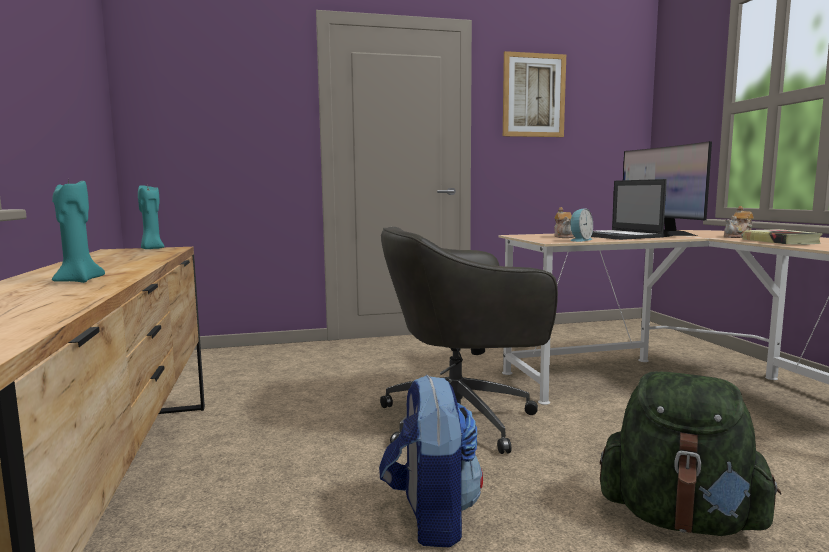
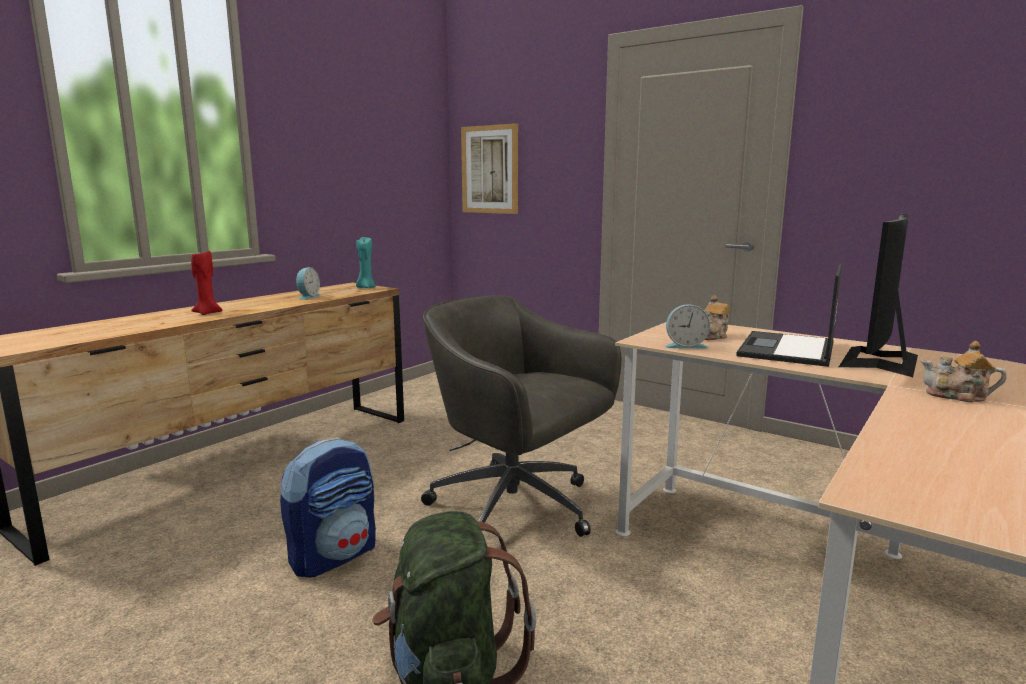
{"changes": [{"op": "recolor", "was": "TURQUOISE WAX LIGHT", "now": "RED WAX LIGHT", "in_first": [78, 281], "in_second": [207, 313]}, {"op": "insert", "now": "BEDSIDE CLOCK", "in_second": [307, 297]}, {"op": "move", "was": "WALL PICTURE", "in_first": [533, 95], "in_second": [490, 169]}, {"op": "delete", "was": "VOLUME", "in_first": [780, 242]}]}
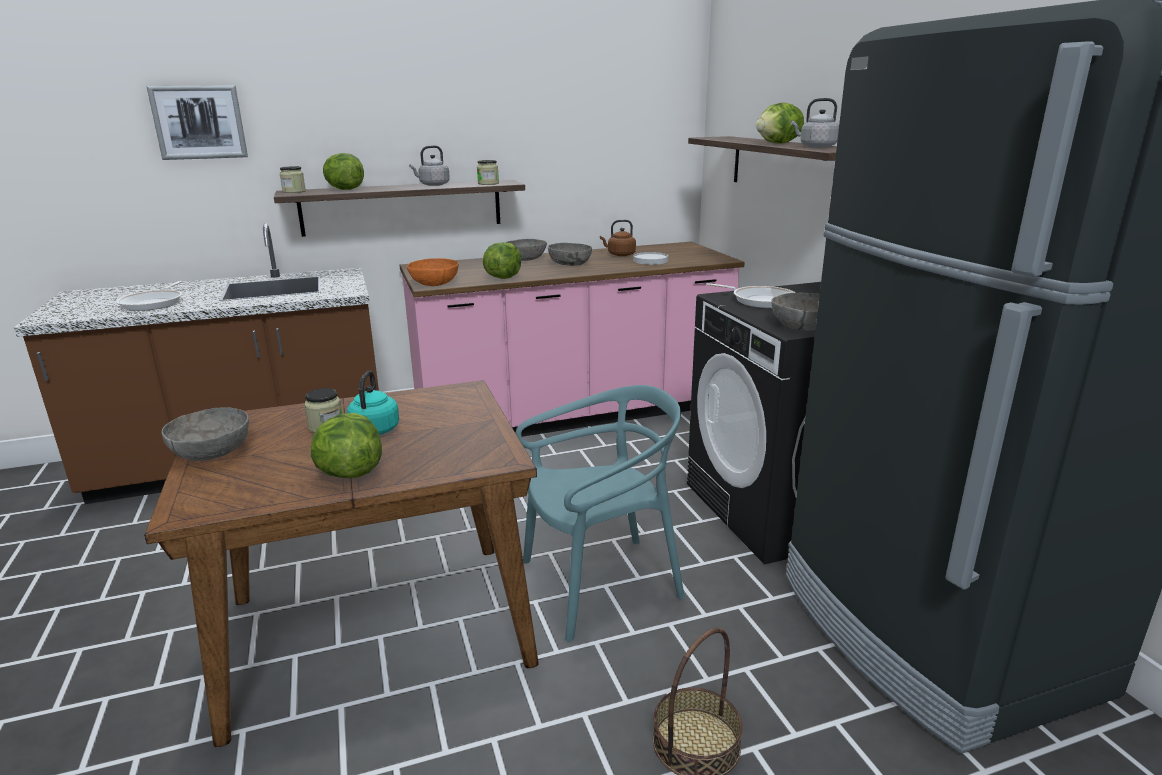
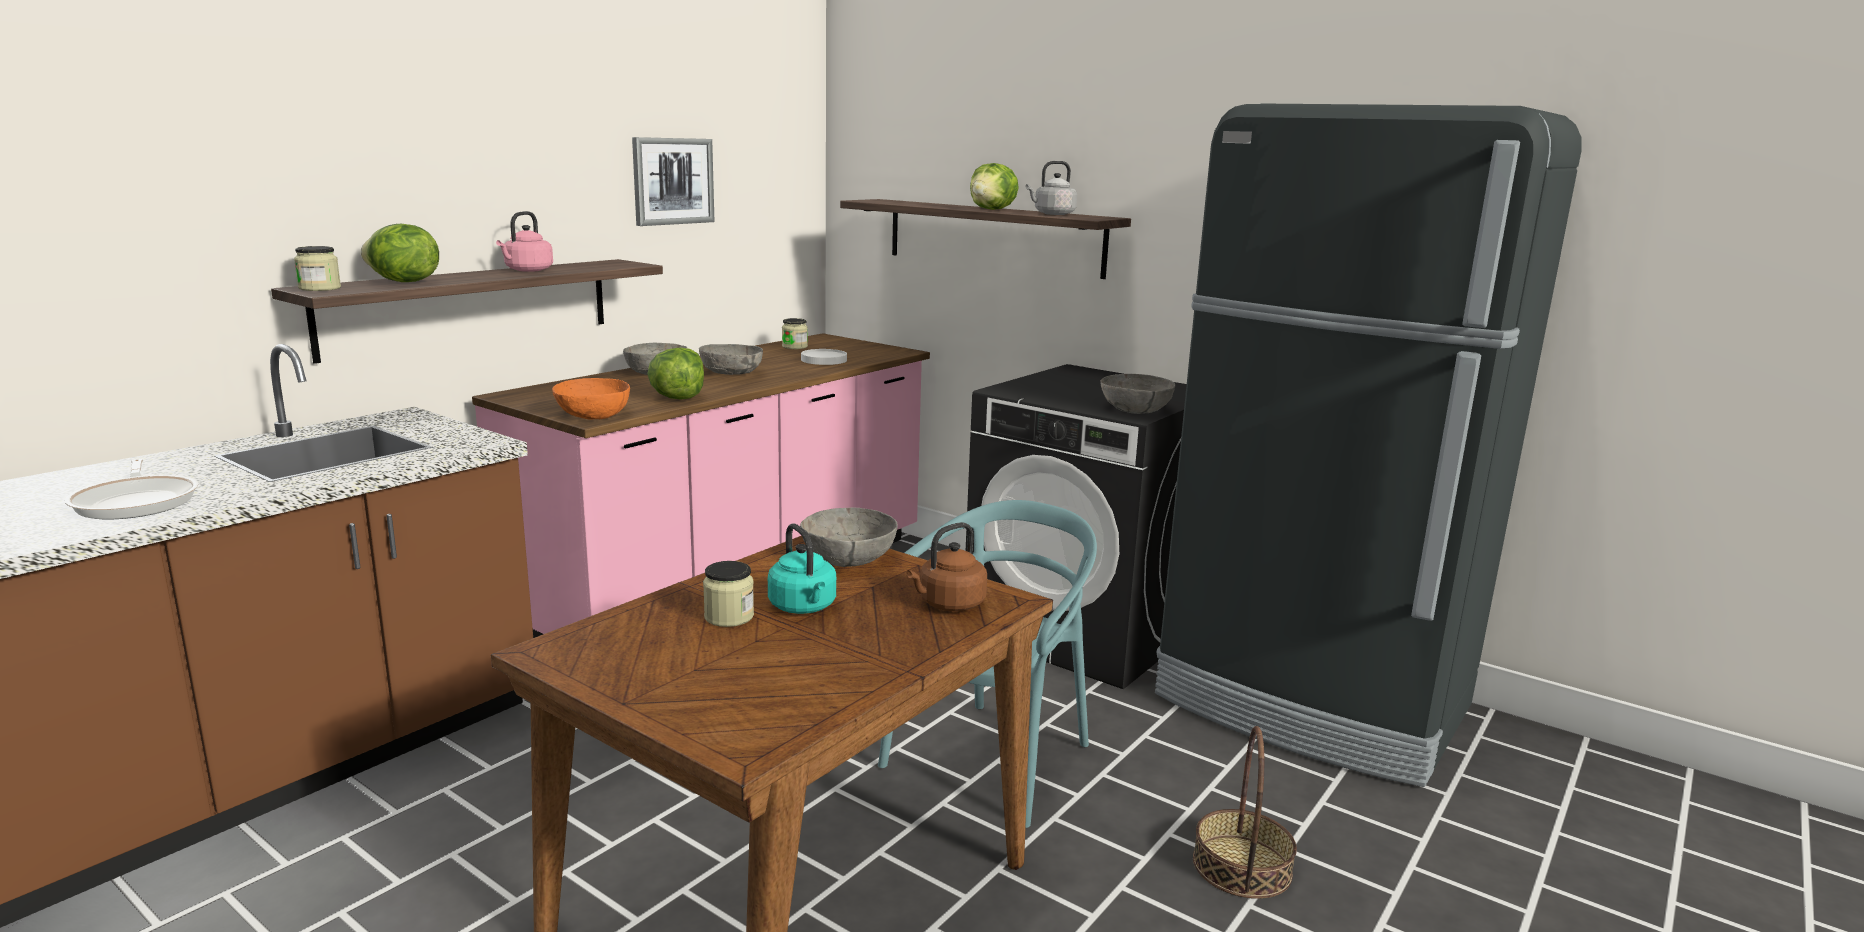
{"changes": [{"op": "recolor", "was": "GREYISH TEA KETTLE", "now": "PINK-COLOURED TEA KETTLE", "in_first": [433, 185], "in_second": [527, 270]}, {"op": "move", "was": "WALL PICTURE", "in_first": [199, 122], "in_second": [672, 181]}, {"op": "move", "was": "STORAGE JAR", "in_first": [488, 183], "in_second": [794, 347]}, {"op": "move", "was": "GREYISH SERVING BOWL", "in_first": [211, 451], "in_second": [848, 558]}, {"op": "move", "was": "BROWN TEA KETTLE", "in_first": [620, 255], "in_second": [948, 604]}, {"op": "delete", "was": "LETTUCE HEAD", "in_first": [349, 473]}, {"op": "delete", "was": "SKILLET", "in_first": [760, 300]}]}
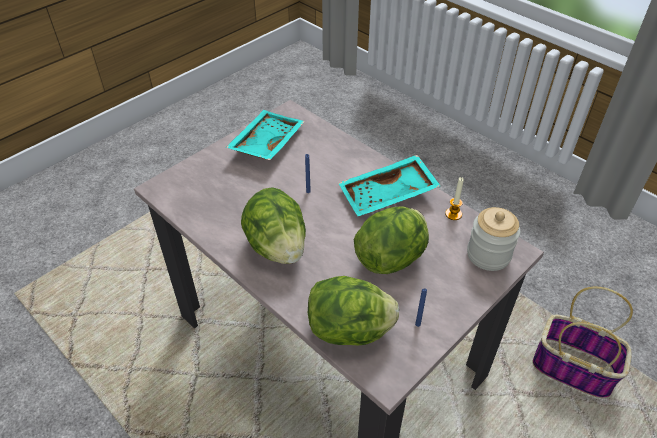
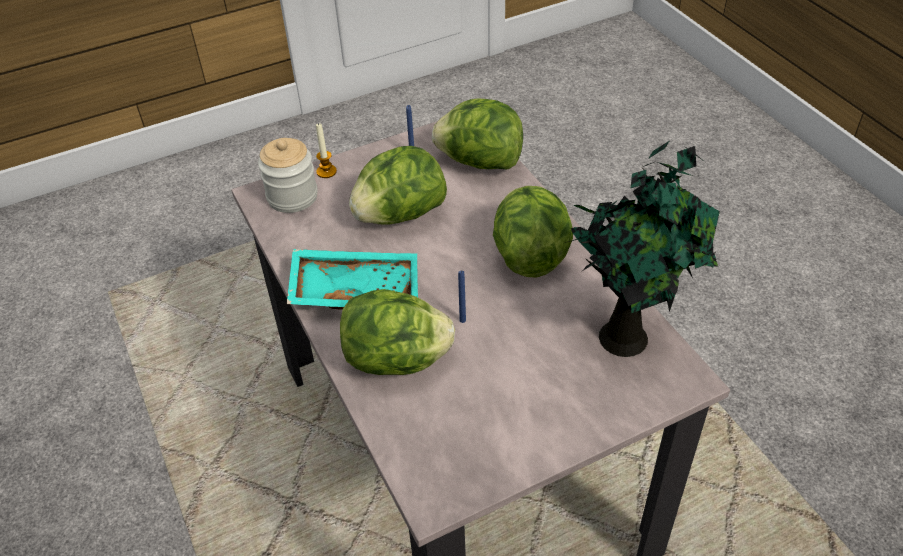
{"changes": [{"op": "move", "was": "WAX LIGHT", "in_first": [453, 214], "in_second": [326, 171]}, {"op": "insert", "now": "LETTUCE HEAD", "in_second": [397, 360]}, {"op": "insert", "now": "PLANT IN A POT", "in_second": [627, 335]}, {"op": "delete", "was": "TURQUOISE CARRYING TRAY", "in_first": [266, 143]}, {"op": "delete", "was": "HOUSEHOLD BASKET", "in_first": [574, 369]}]}
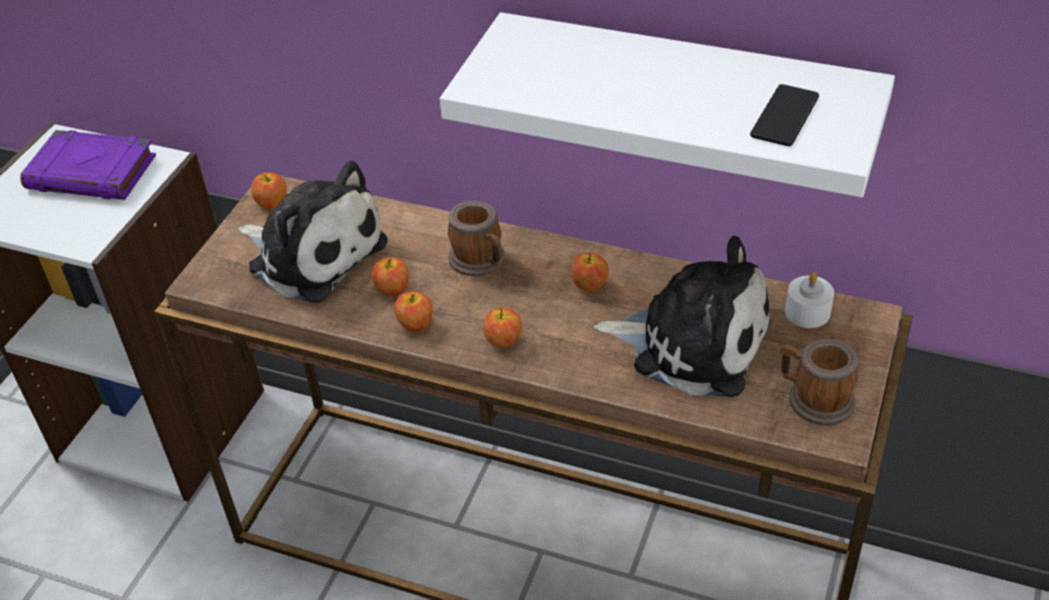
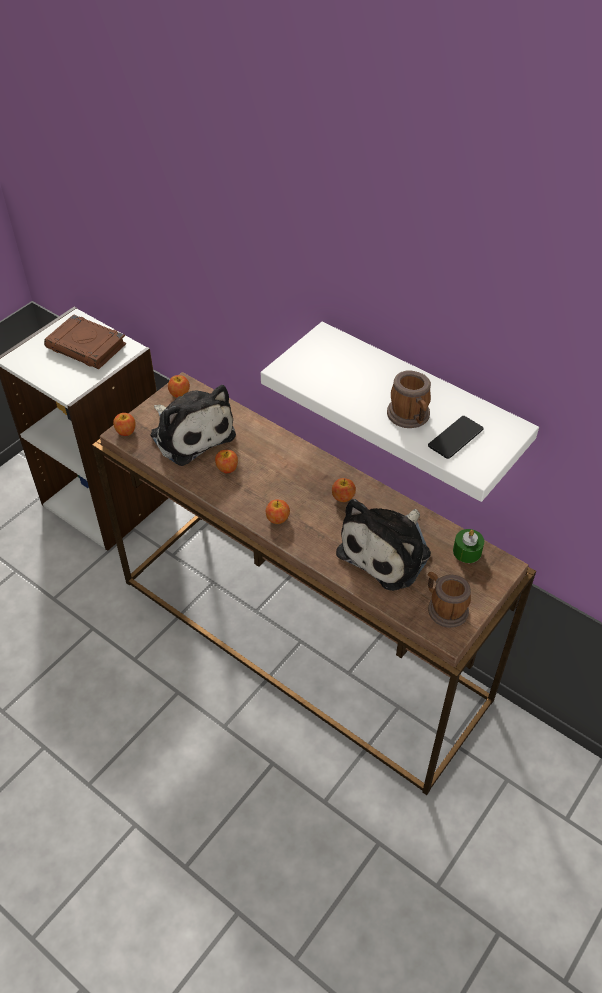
{"changes": [{"op": "recolor", "was": "PURPLISH VOLUME", "now": "BROWN VOLUME", "in_first": [93, 173], "in_second": [87, 346]}, {"op": "move", "was": "APPLE FRUIT", "in_first": [415, 323], "in_second": [126, 431]}, {"op": "rotate", "was": "PLUSH TOY", "in_first": [692, 342], "in_second": [388, 551], "clockwise": 90}, {"op": "move", "was": "COFFEE MUG", "in_first": [481, 261], "in_second": [410, 417]}, {"op": "recolor", "was": "WHITISH WAX LIGHT", "now": "GREENISH WAX LIGHT", "in_first": [807, 312], "in_second": [467, 551]}]}
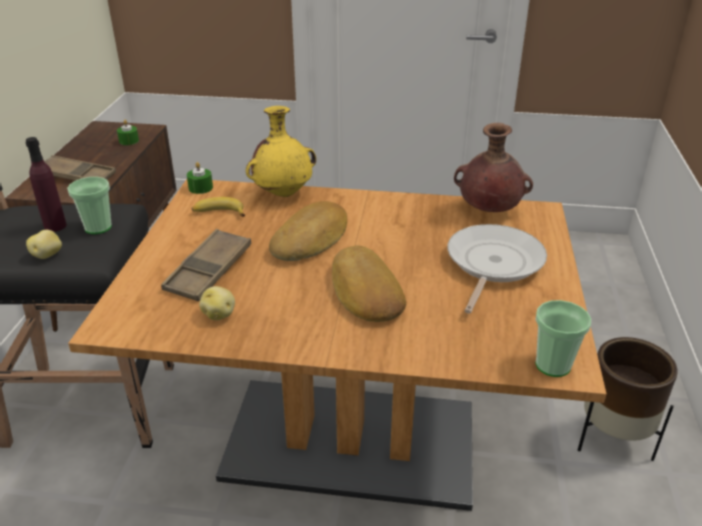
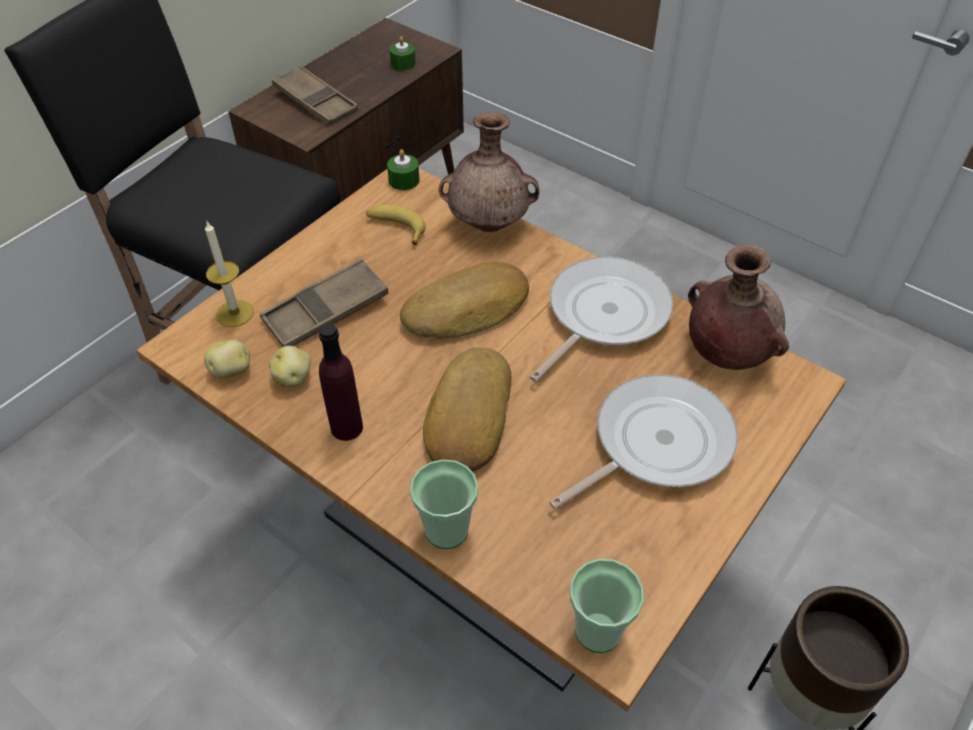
{"changes": [{"op": "move", "was": "WHOLE POTATO", "in_first": [48, 255], "in_second": [232, 371]}, {"op": "insert", "now": "WAX LIGHT", "in_second": [235, 313]}, {"op": "move", "was": "PURPLISH BOTTLE", "in_first": [55, 226], "in_second": [346, 427]}, {"op": "move", "was": "DRINKING CUP", "in_first": [98, 227], "in_second": [446, 530]}, {"op": "recolor", "was": "YELLOW-COLOURED FLOWER VASE", "now": "BROWN FLOWER VASE", "in_first": [284, 193], "in_second": [490, 224]}, {"op": "insert", "now": "SKILLET", "in_second": [603, 314]}]}
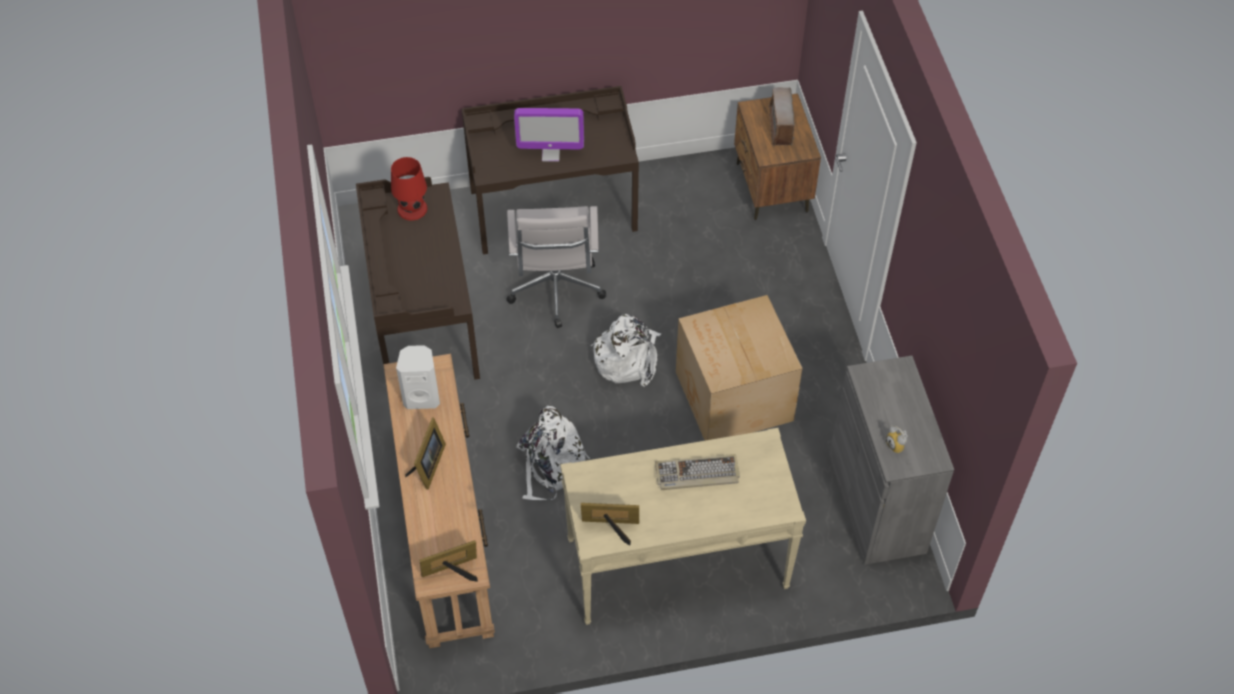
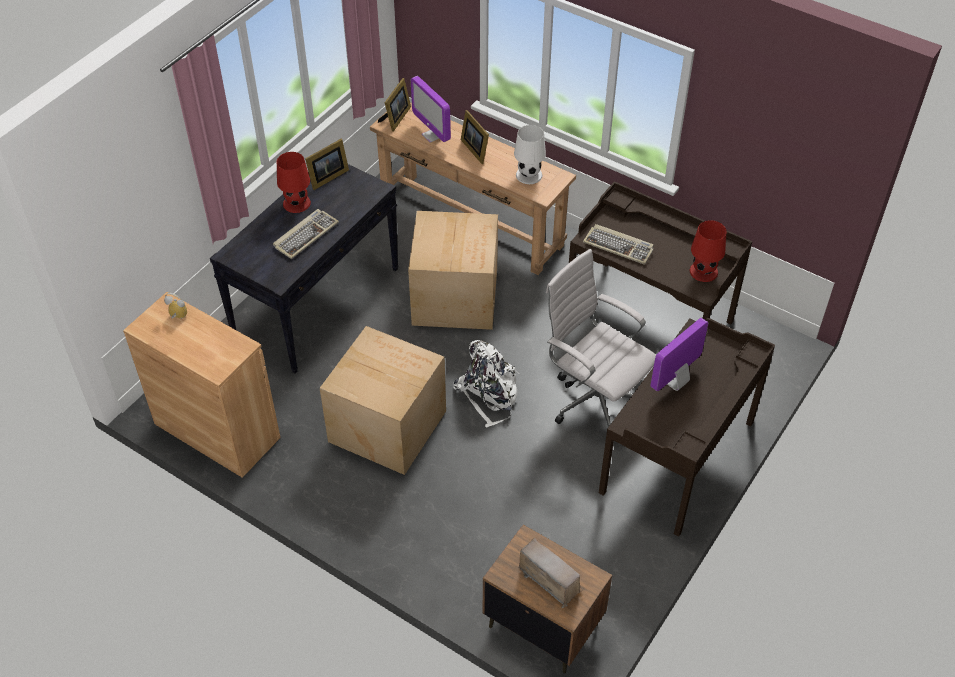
{"changes": [{"op": "recolor", "was": "GREYISH CUPBOARD", "now": "BROWN CUPBOARD", "in_first": [876, 503], "in_second": [217, 431]}, {"op": "recolor", "was": "BEIGE-COLOURED HALL TABLE", "now": "BLACK HALL TABLE", "in_first": [676, 564], "in_second": [317, 302]}, {"op": "insert", "now": "RED TABLETOP LAMP", "in_second": [297, 203]}, {"op": "replace", "was": "WHITISH RUCKSACK", "now": "PACKING BOX", "in_first": [550, 465], "in_second": [456, 296]}, {"op": "insert", "now": "MONITOR", "in_second": [433, 135]}, {"op": "replace", "was": "WHITISH LOUDSPEAKER", "now": "WHITISH TABLETOP LAMP", "in_first": [422, 396], "in_second": [529, 175]}, {"op": "insert", "now": "KEYBOARD", "in_second": [619, 246]}]}
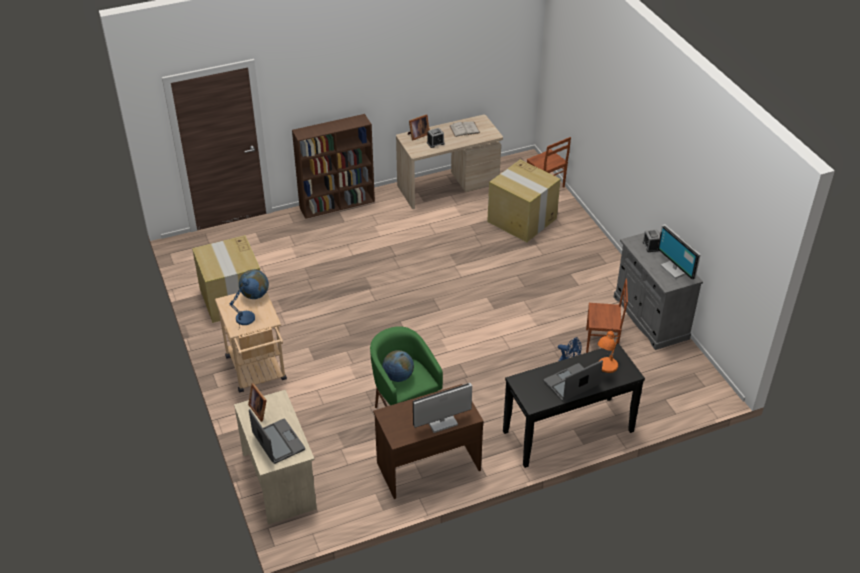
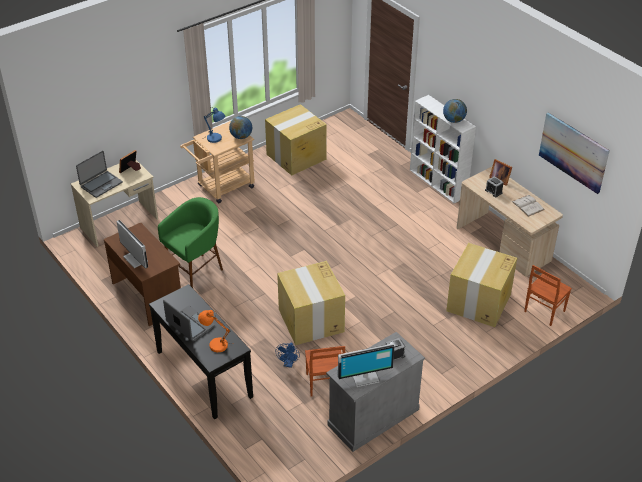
{"changes": [{"op": "insert", "now": "PACKING BOX", "in_second": [311, 321]}, {"op": "rotate", "was": "MONITOR", "in_first": [675, 269], "in_second": [365, 377], "clockwise": -150}, {"op": "recolor", "was": "BROWN BOOKSHELF", "now": "WHITISH BOOKSHELF", "in_first": [338, 204], "in_second": [438, 183]}, {"op": "move", "was": "GLOBE", "in_first": [398, 376], "in_second": [453, 120]}, {"op": "insert", "now": "WALL PICTURE", "in_second": [573, 152]}]}
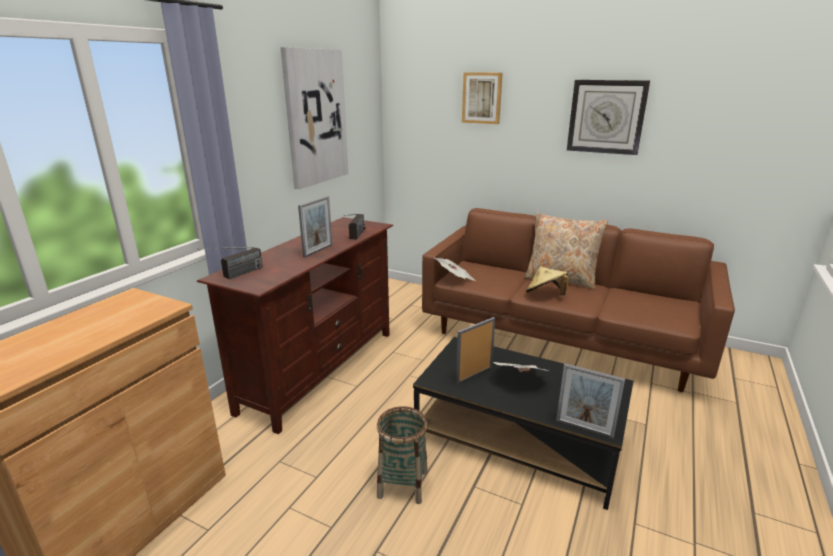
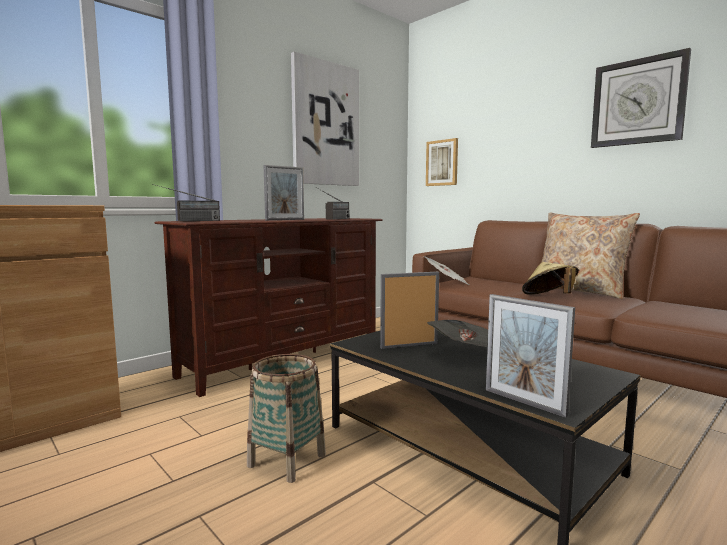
{"changes": [{"op": "move", "was": "WALL PICTURE", "in_first": [482, 98], "in_second": [442, 163]}]}
